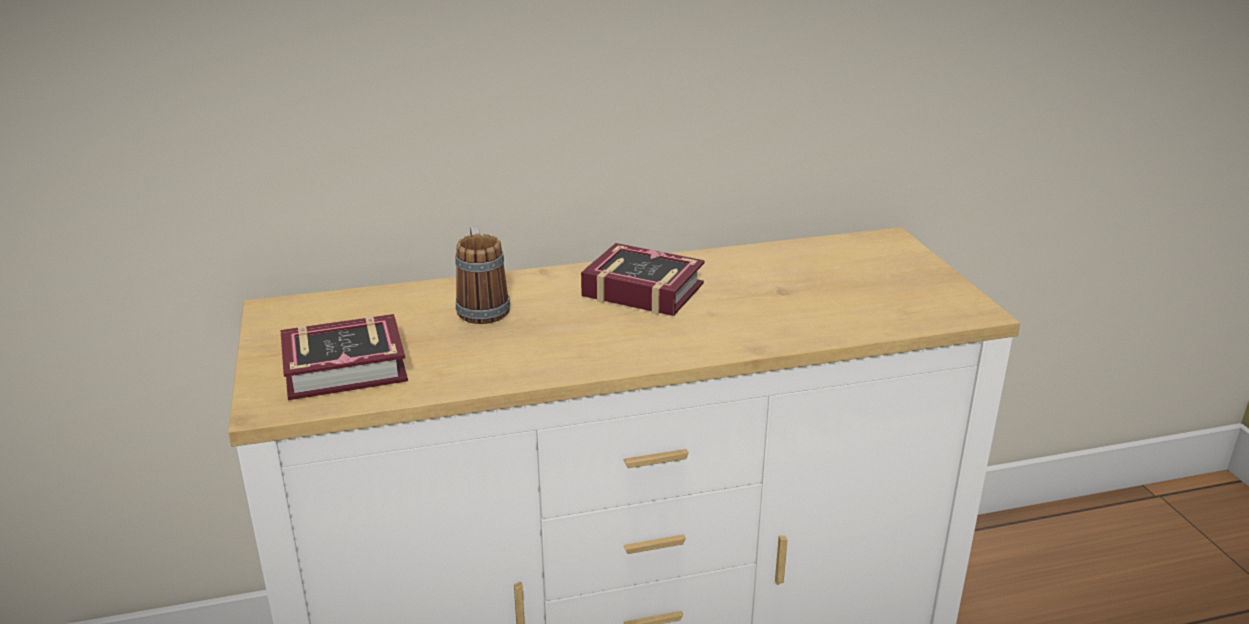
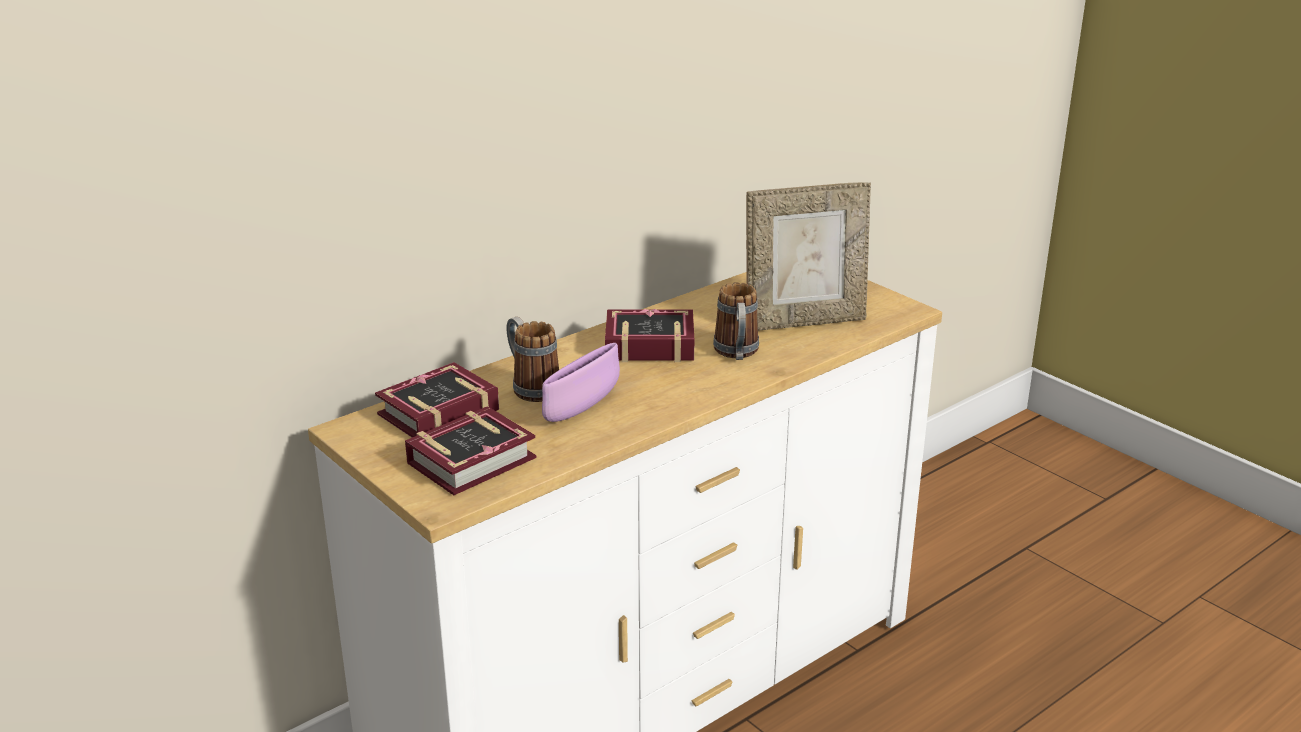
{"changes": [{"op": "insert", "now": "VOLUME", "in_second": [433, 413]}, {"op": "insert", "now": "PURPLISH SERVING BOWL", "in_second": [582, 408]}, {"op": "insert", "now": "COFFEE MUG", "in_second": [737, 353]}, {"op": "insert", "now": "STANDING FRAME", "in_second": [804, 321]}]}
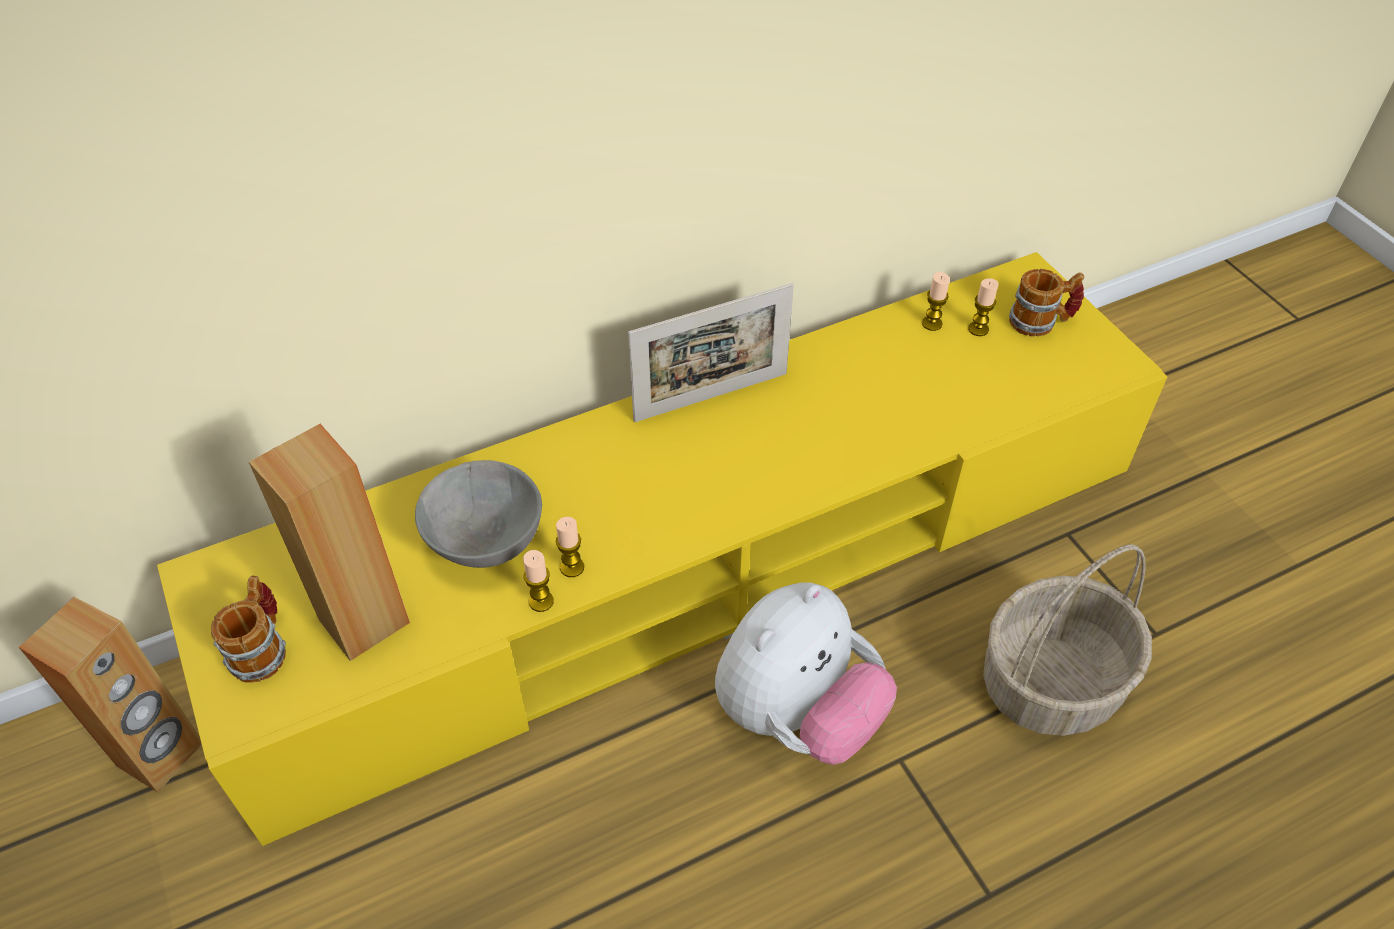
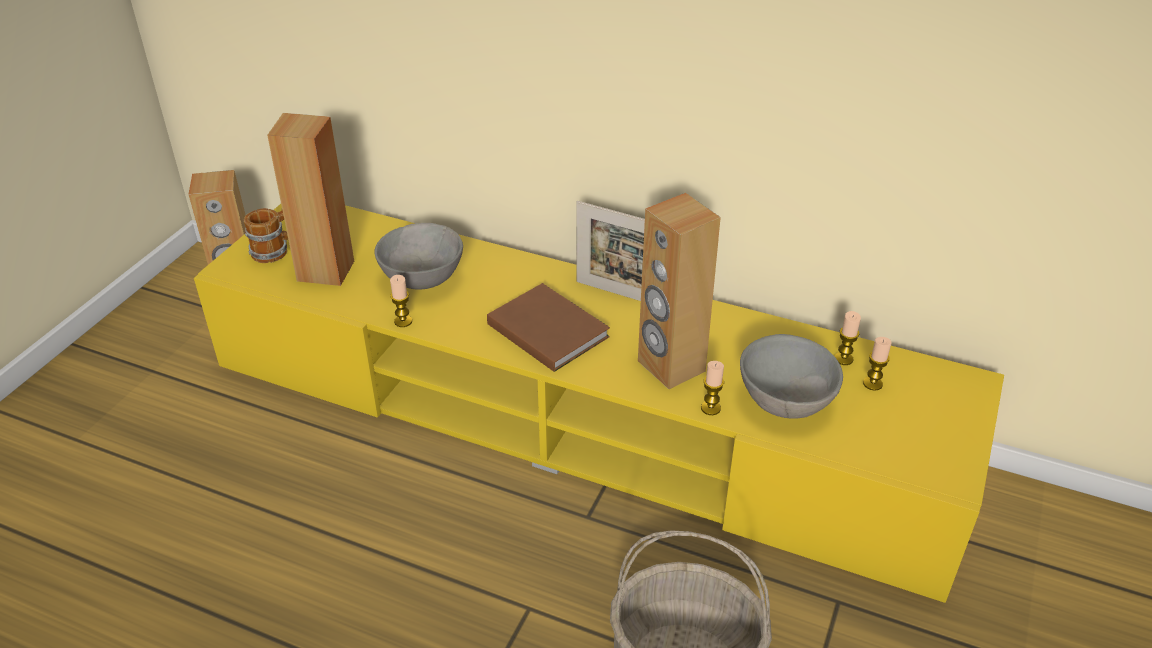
{"changes": [{"op": "insert", "now": "BROWN VOLUME", "in_second": [547, 328]}, {"op": "insert", "now": "BROWN LOUDSPEAKER", "in_second": [670, 366]}, {"op": "move", "was": "WAX LIGHT", "in_first": [572, 567], "in_second": [710, 408]}, {"op": "insert", "now": "GREYISH SERVING BOWL", "in_second": [786, 401]}, {"op": "delete", "was": "PLUSH TOY", "in_first": [797, 714]}, {"op": "delete", "was": "COFFEE MUG", "in_first": [1041, 322]}]}
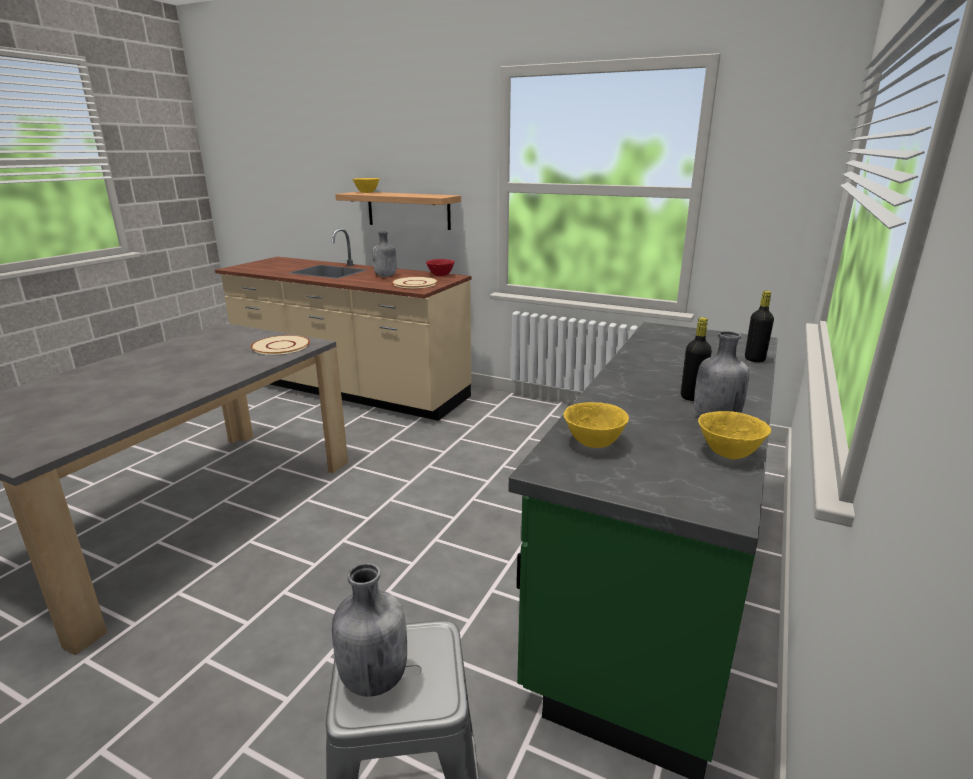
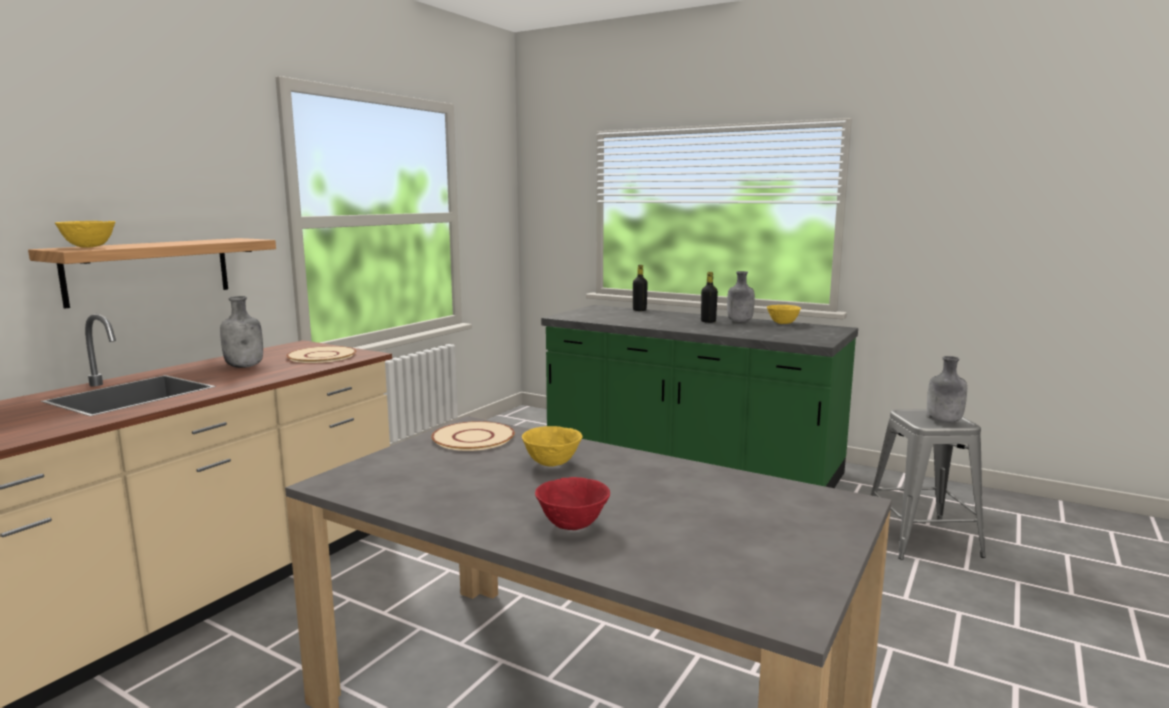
{"changes": [{"op": "move", "was": "YELLOW-COLOURED SERVING BOWL", "in_first": [593, 443], "in_second": [552, 464]}, {"op": "move", "was": "RED SERVING BOWL", "in_first": [440, 276], "in_second": [573, 525]}]}
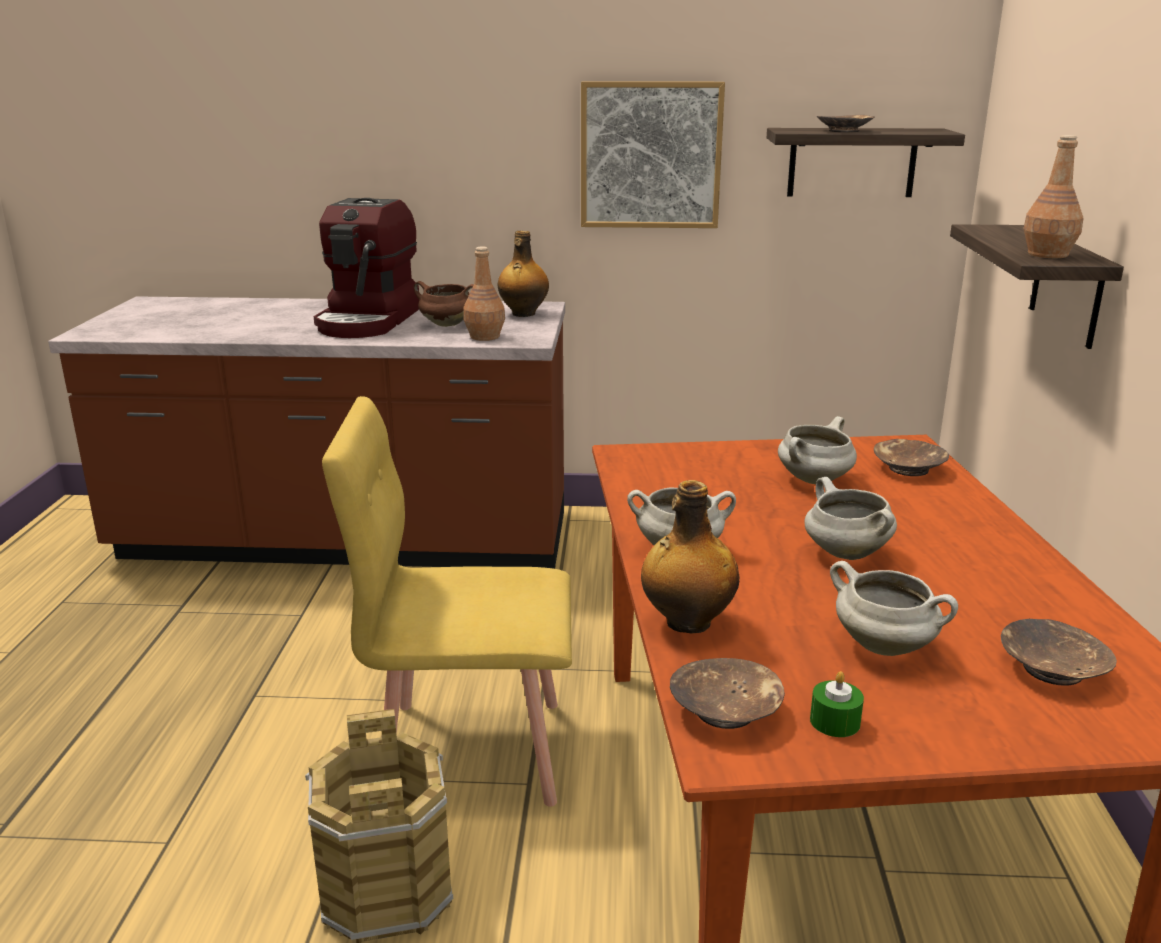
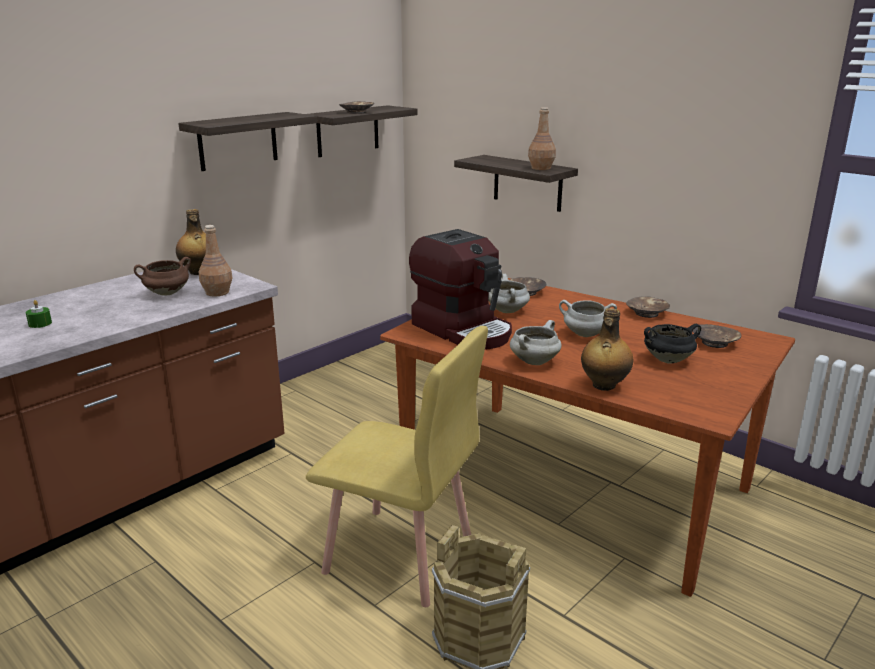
{"changes": [{"op": "move", "was": "GREENISH WAX LIGHT", "in_first": [835, 721], "in_second": [40, 323]}, {"op": "replace", "was": "WALL PICTURE", "now": "SHELF", "in_first": [650, 155], "in_second": [238, 141]}, {"op": "rotate", "was": "YELLOW-COLOURED UPRIGHT CHAIR", "in_first": [470, 750], "in_second": [400, 556], "clockwise": -105}, {"op": "move", "was": "COFFEE BREWER", "in_first": [369, 321], "in_second": [463, 330]}, {"op": "move", "was": "BROWN SERVING BOWL", "in_first": [726, 711], "in_second": [647, 313]}, {"op": "recolor", "was": "WHITISH STOCKPOT", "now": "BLACK STOCKPOT", "in_first": [886, 646], "in_second": [668, 359]}]}
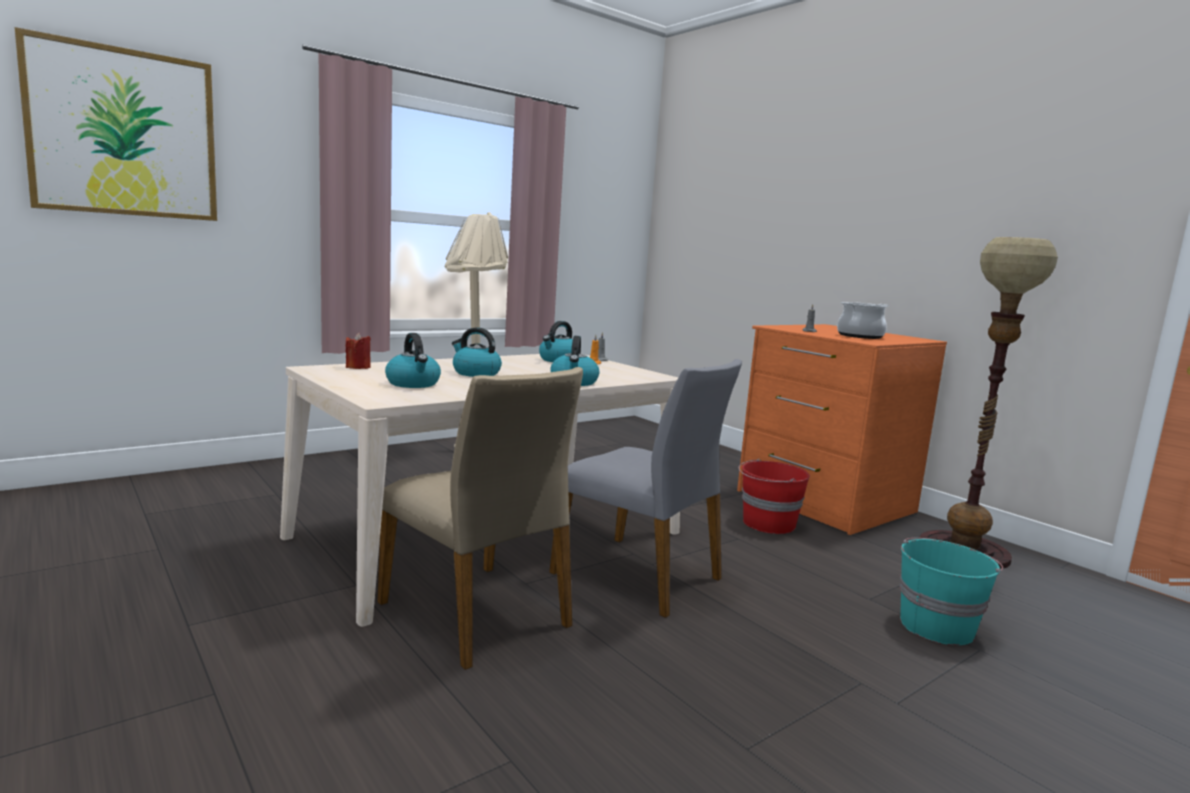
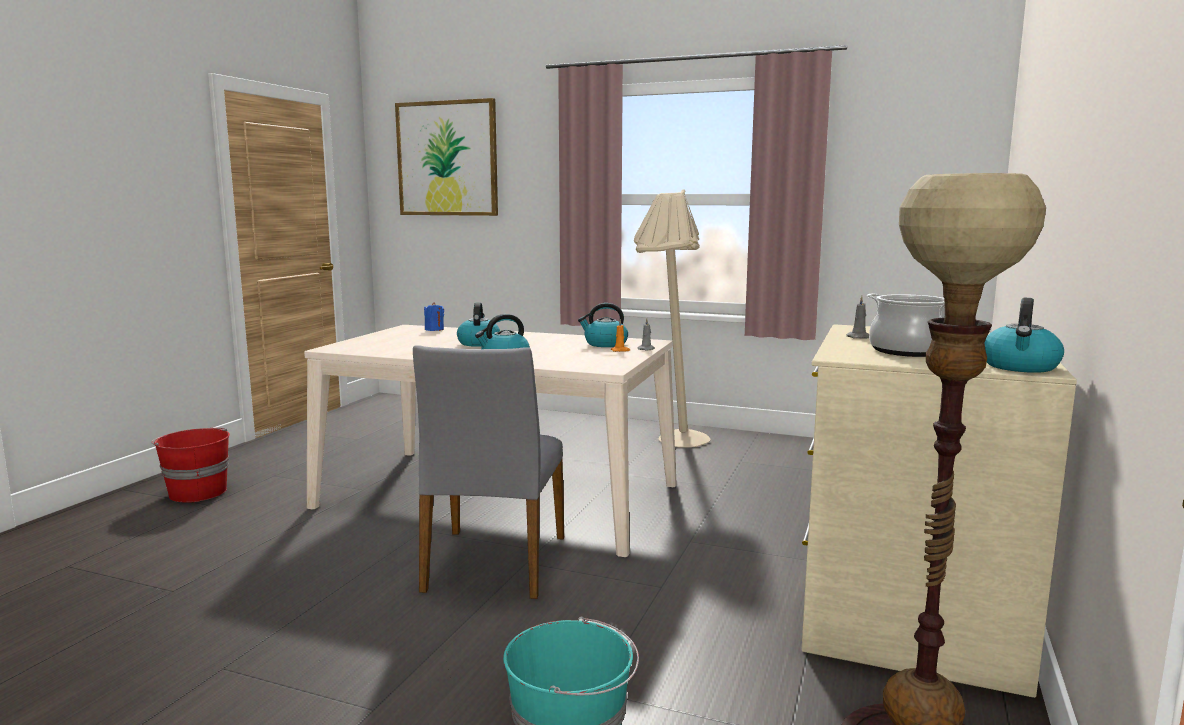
{"changes": [{"op": "move", "was": "RED PAIL", "in_first": [767, 524], "in_second": [197, 492]}, {"op": "recolor", "was": "RED WAX LIGHT", "now": "BLUE WAX LIGHT", "in_first": [358, 367], "in_second": [434, 329]}, {"op": "recolor", "was": "ORANGE DRESSER", "now": "BEIGE-COLOURED DRESSER", "in_first": [823, 501], "in_second": [907, 615]}, {"op": "move", "was": "TEA KETTLE", "in_first": [413, 384], "in_second": [1020, 367]}, {"op": "delete", "was": "BEIGE-COLOURED UPRIGHT CHAIR", "in_first": [477, 614]}]}
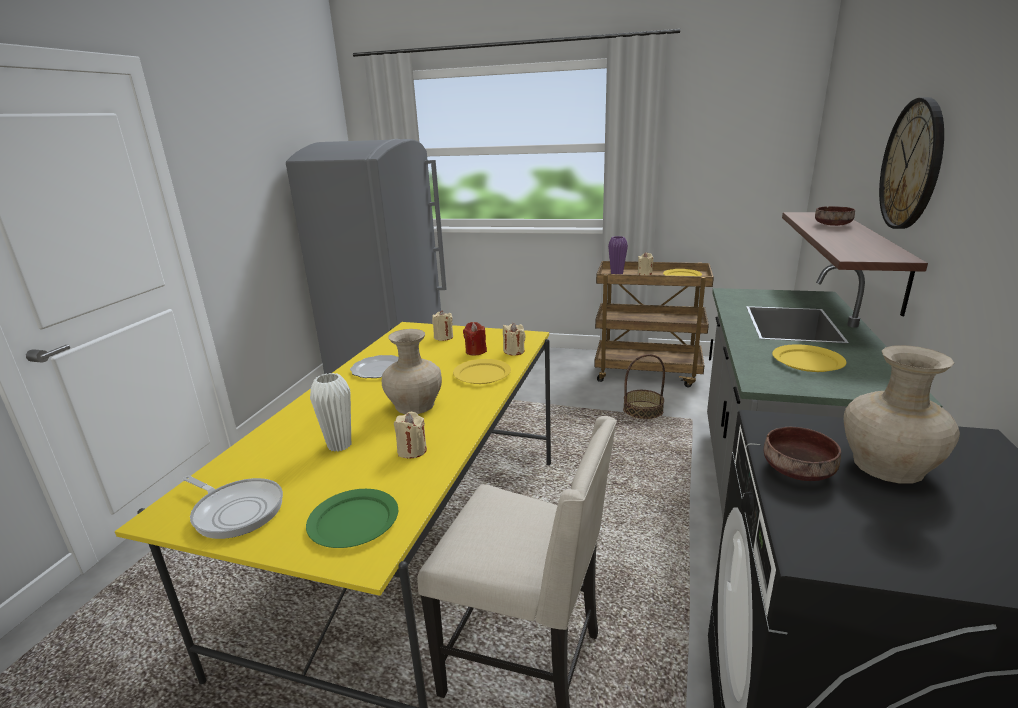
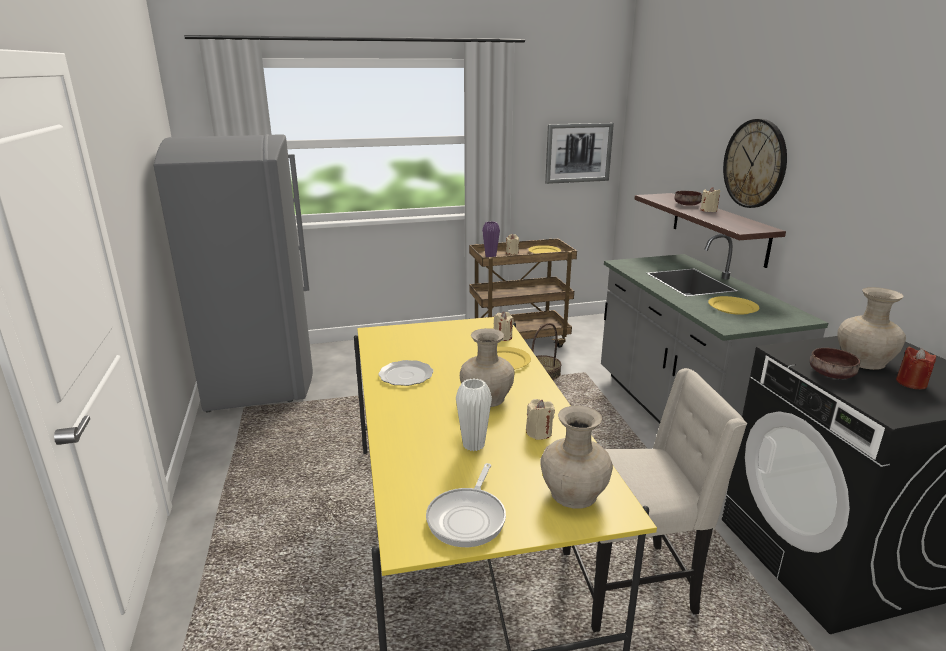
{"changes": [{"op": "rotate", "was": "SKILLET", "in_first": [236, 510], "in_second": [468, 518], "clockwise": 105}, {"op": "replace", "was": "GREENISH FLAT DISH", "now": "BEIGE-COLOURED FLOWER VASE", "in_first": [353, 521], "in_second": [572, 493]}, {"op": "insert", "now": "WALL PICTURE", "in_second": [578, 153]}, {"op": "move", "was": "BEIGE-COLOURED WAX LIGHT", "in_first": [443, 337], "in_second": [708, 210]}, {"op": "move", "was": "RED WAX LIGHT", "in_first": [476, 351], "in_second": [911, 383]}]}
